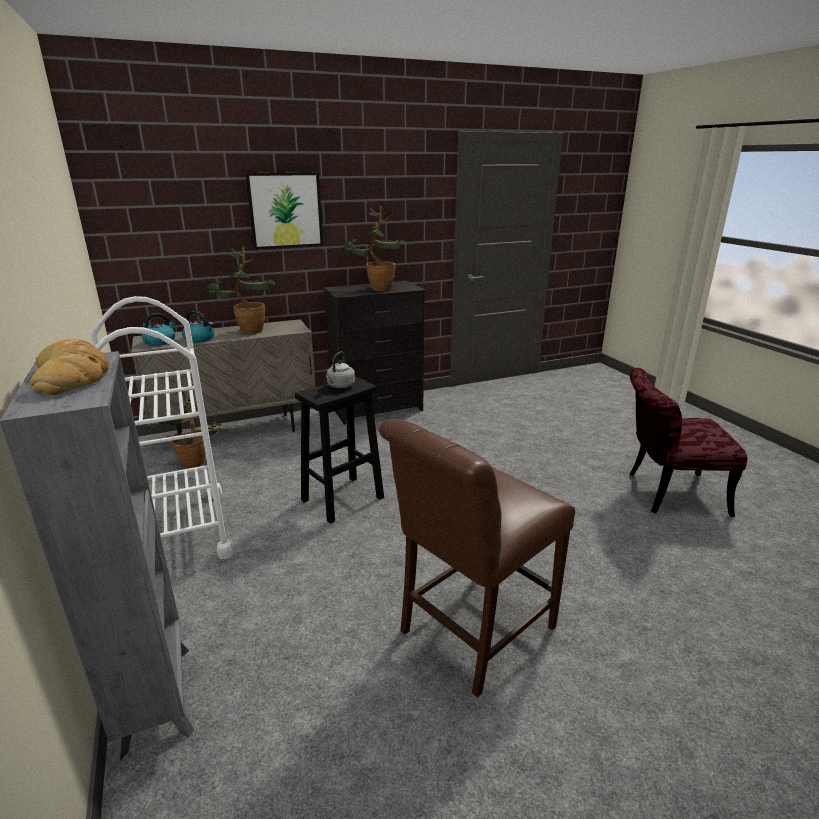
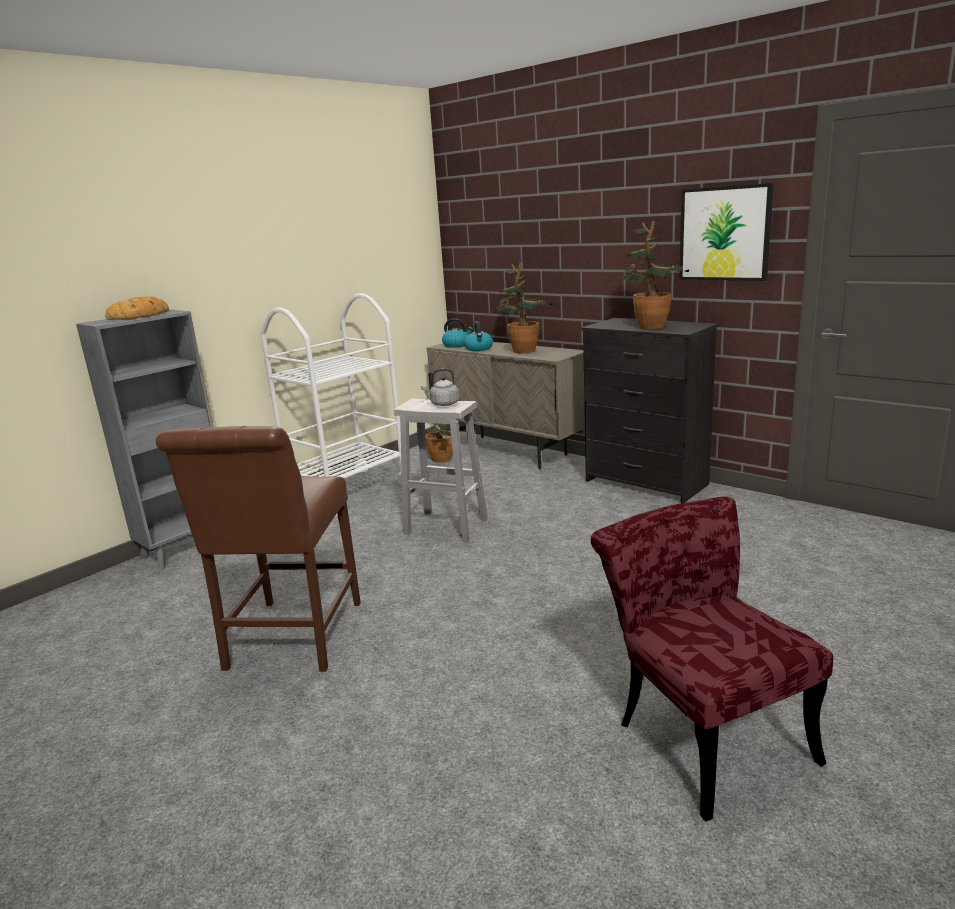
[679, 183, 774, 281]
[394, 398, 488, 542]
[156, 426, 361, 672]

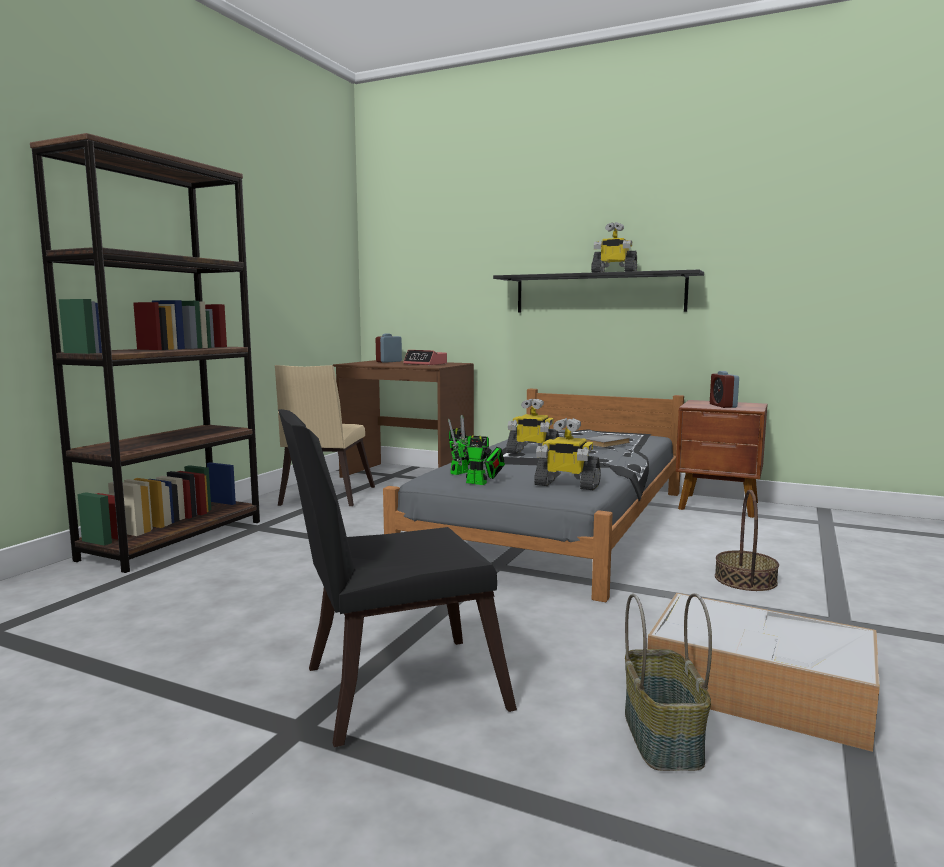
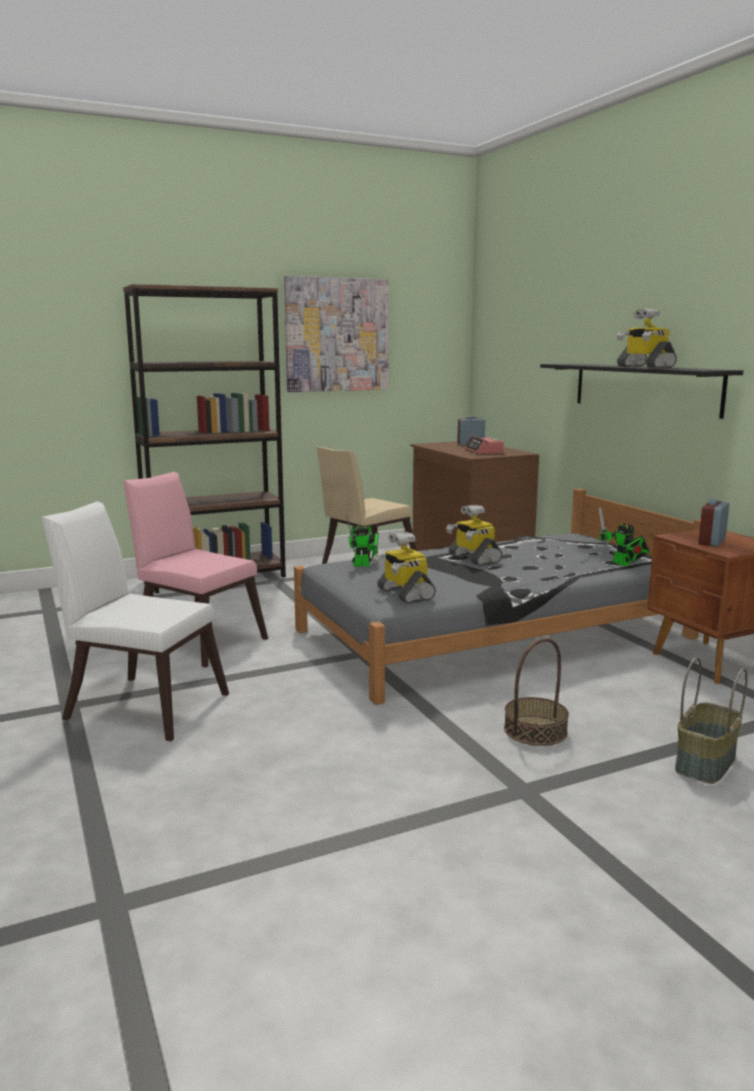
[42, 502, 229, 741]
[599, 507, 649, 566]
[583, 434, 630, 447] (first image)
[675, 657, 748, 784]
[647, 593, 880, 752] (first image)
[284, 276, 389, 392]
[123, 472, 268, 668]

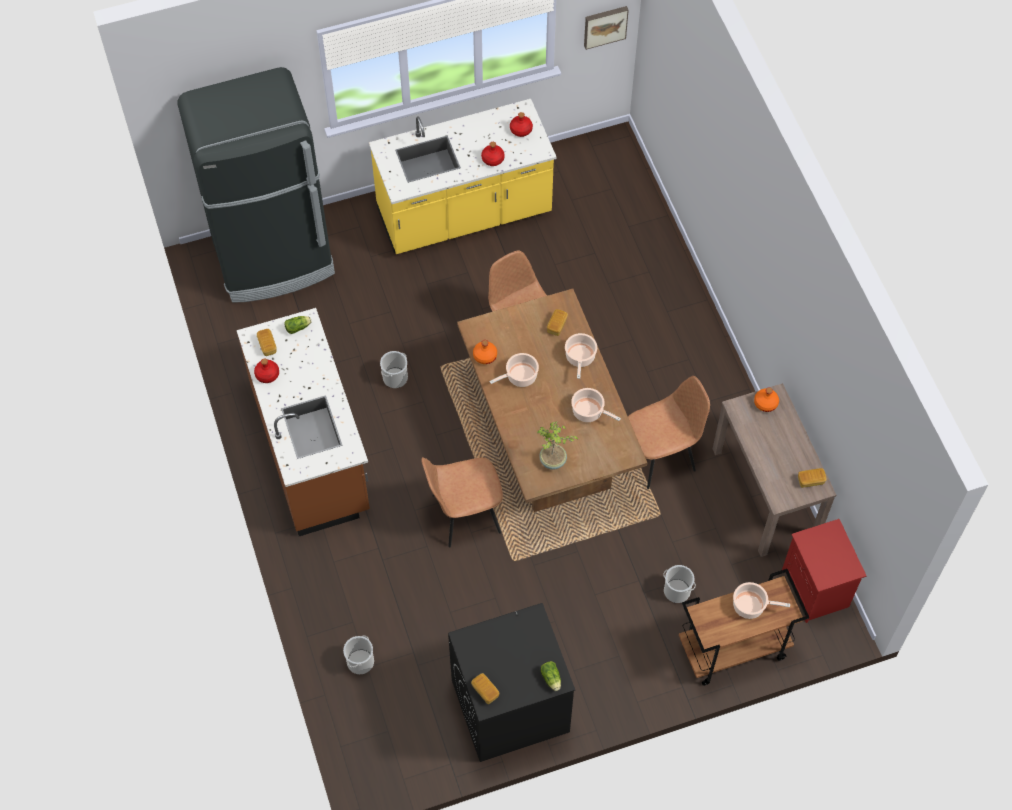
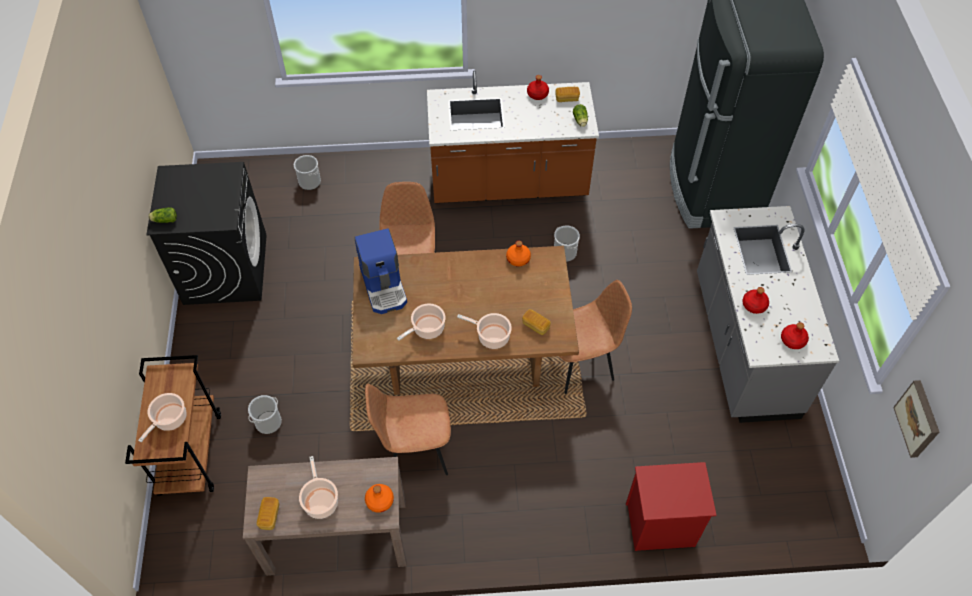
[697, 206, 839, 423]
[299, 456, 338, 519]
[365, 384, 451, 475]
[355, 228, 407, 314]
[626, 462, 716, 551]
[471, 673, 499, 704] (first image)

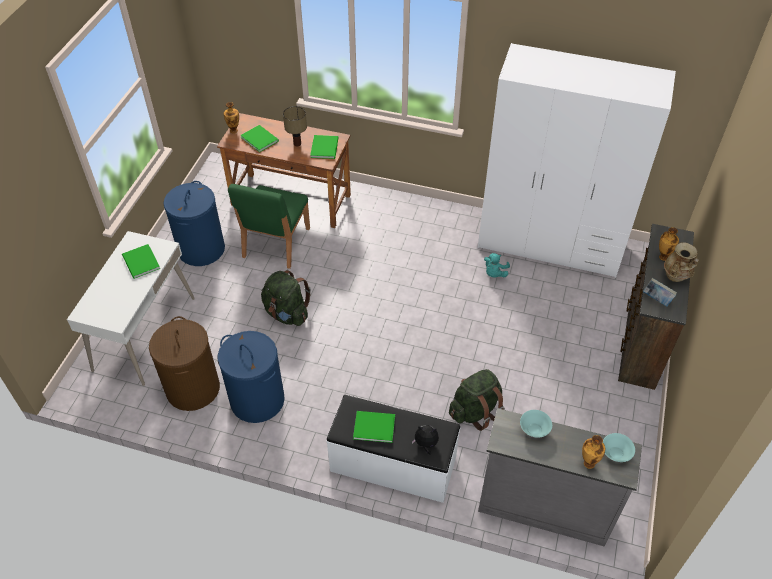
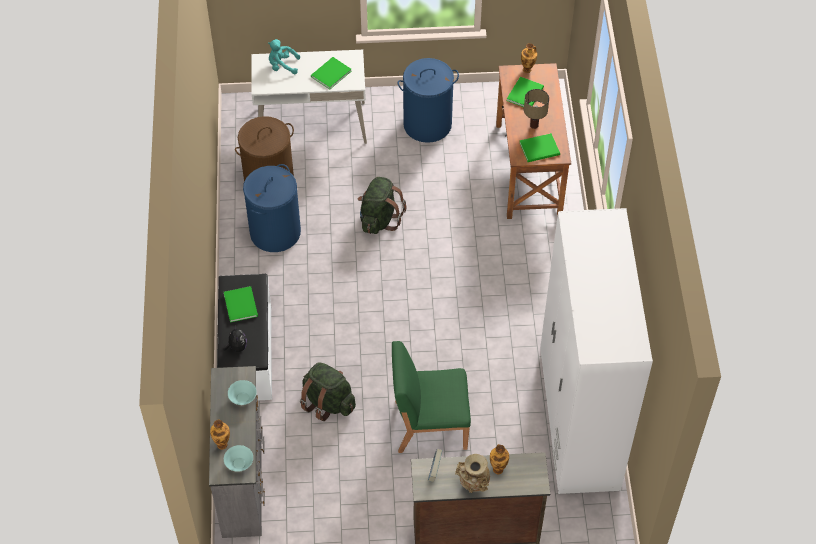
[392, 341, 471, 453]
[268, 39, 300, 74]

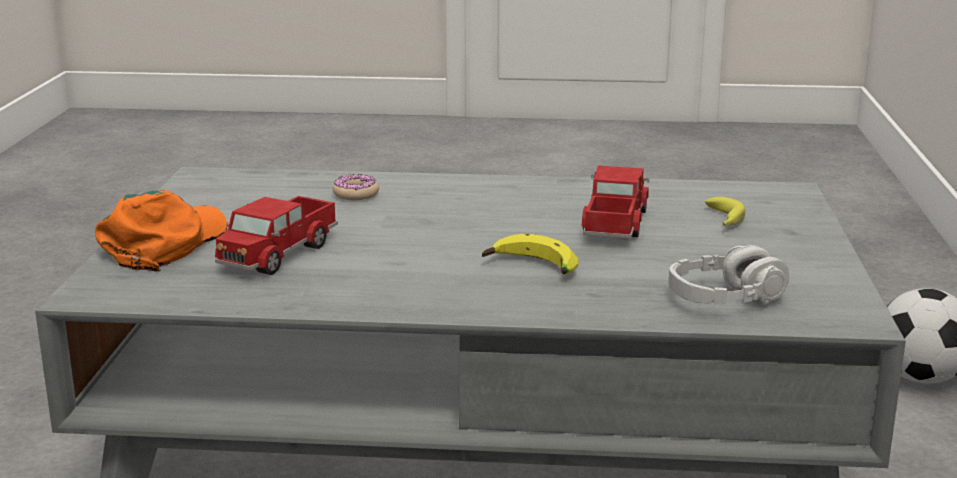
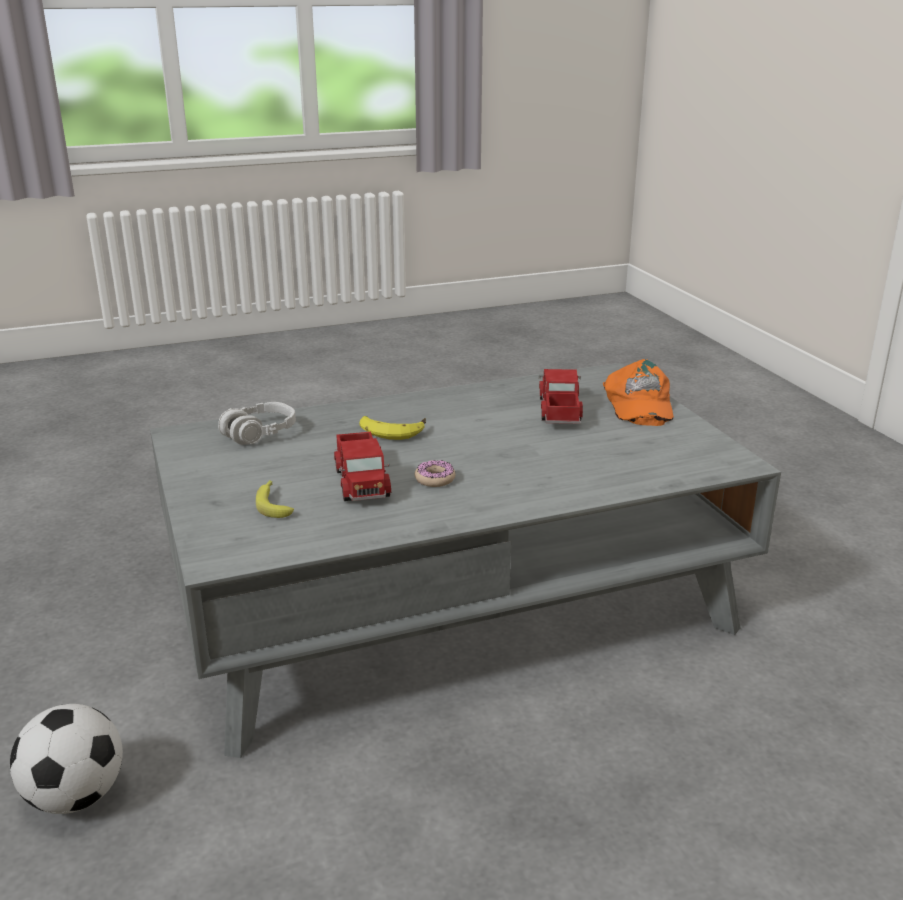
[414, 460, 456, 487]

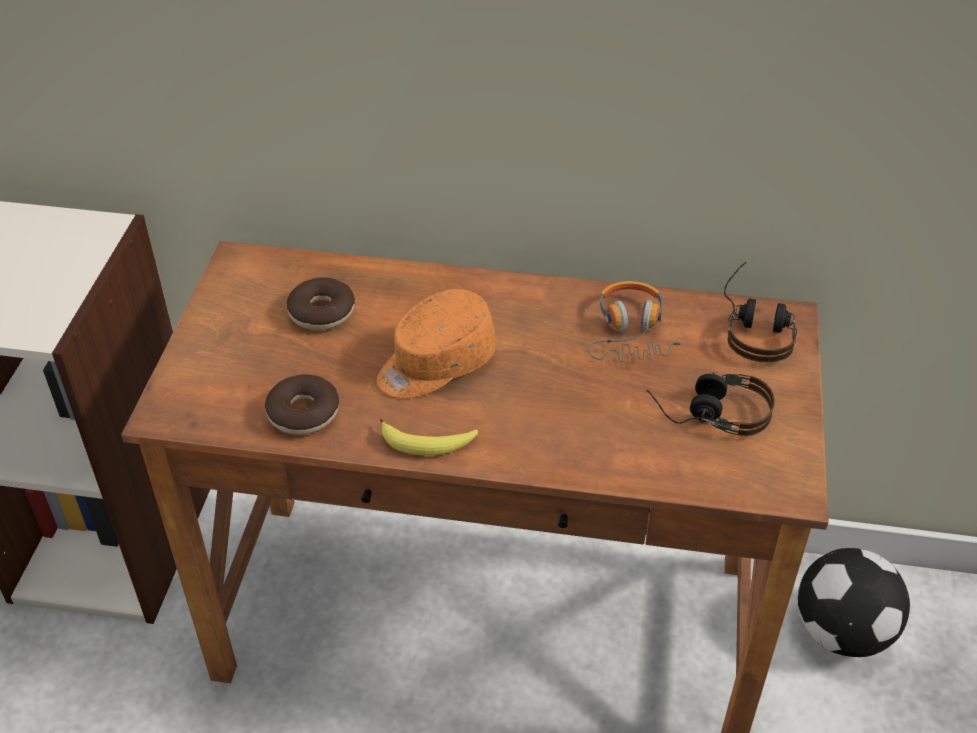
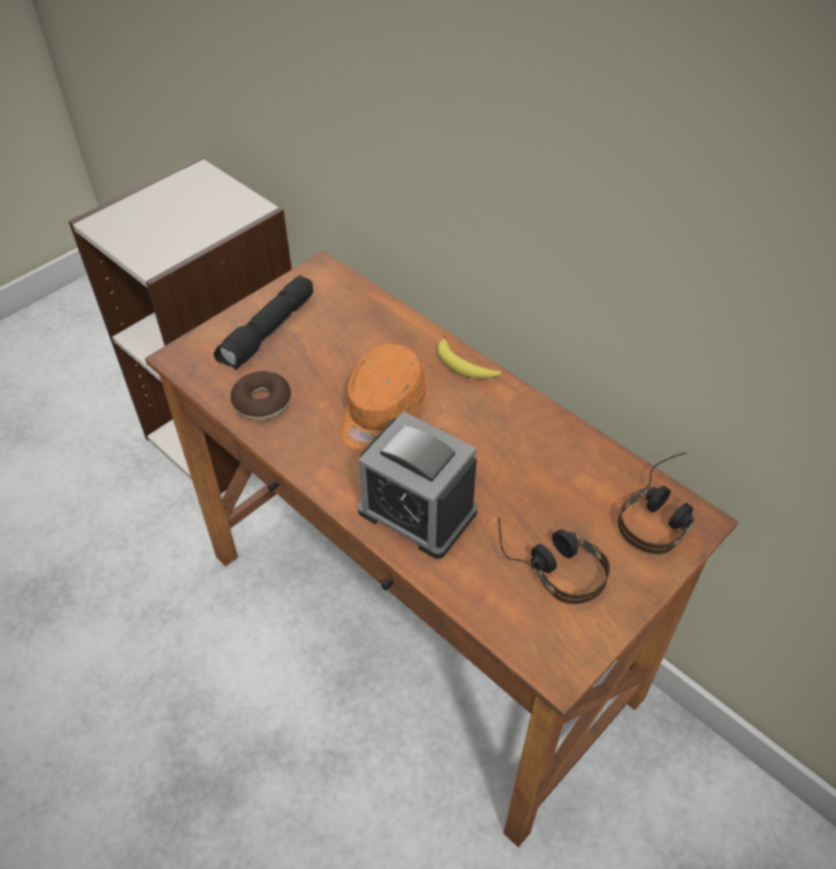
[287, 277, 355, 330] (first image)
[588, 281, 686, 362] (first image)
[341, 344, 426, 451]
[437, 335, 501, 378]
[798, 548, 910, 657] (first image)
[214, 275, 313, 370]
[358, 411, 477, 559]

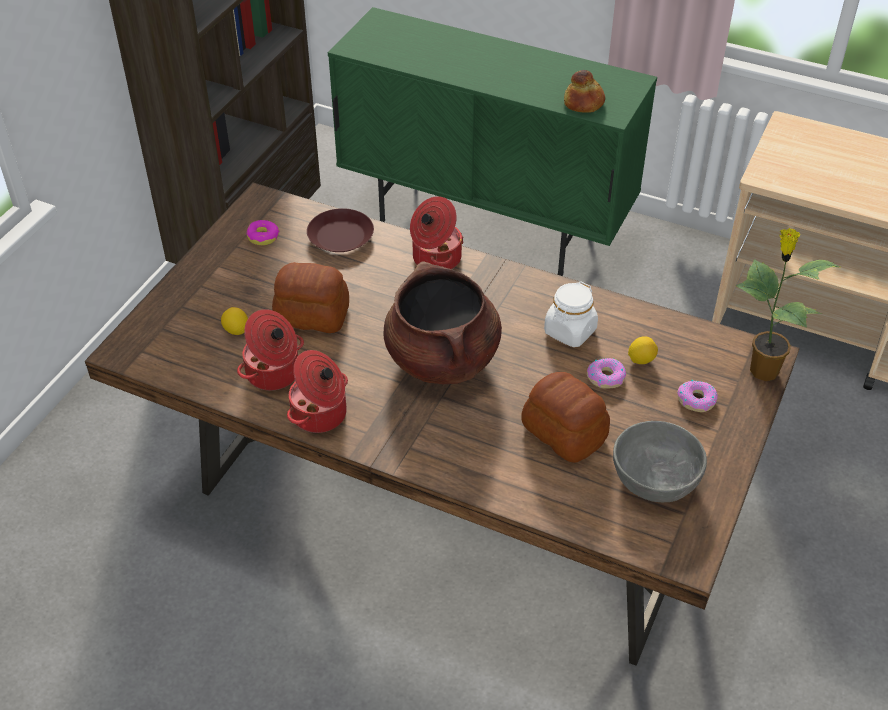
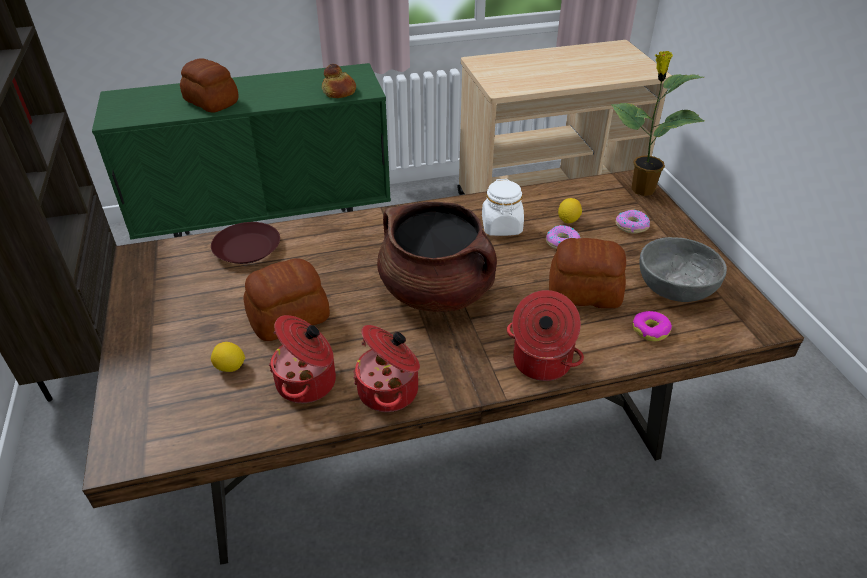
[507, 290, 584, 381]
[633, 311, 672, 341]
[180, 58, 239, 113]

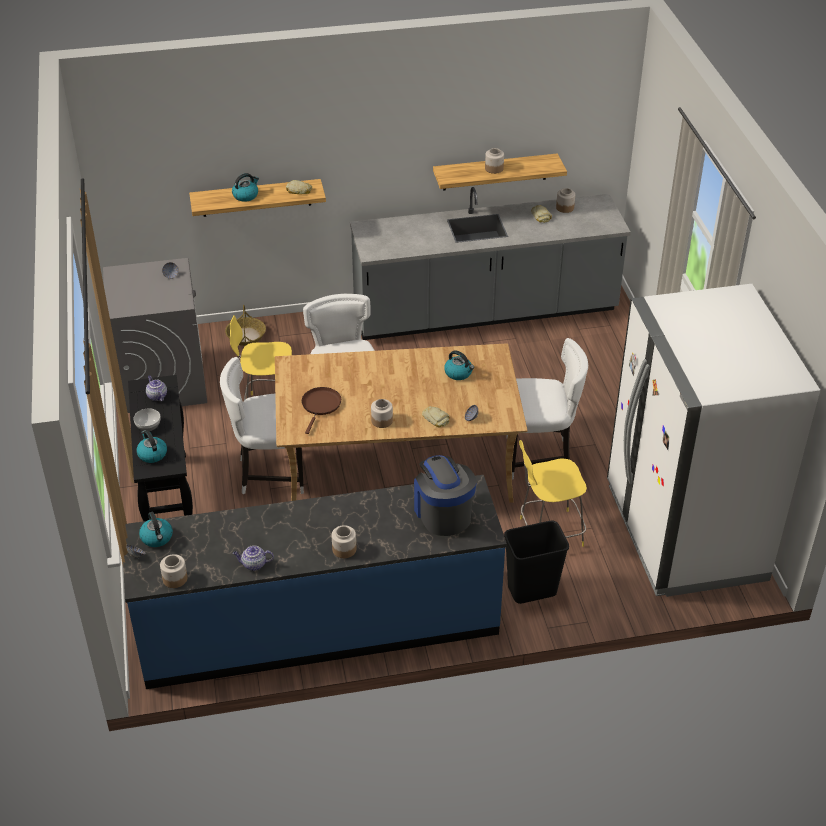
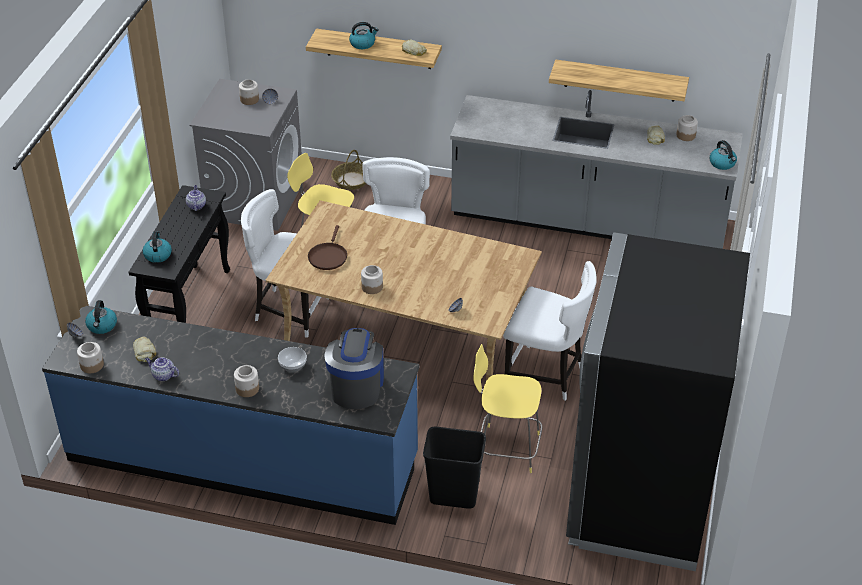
[239, 79, 259, 105]
[566, 232, 750, 571]
[710, 140, 737, 170]
[308, 225, 347, 270]
[133, 337, 156, 362]
[278, 347, 307, 372]

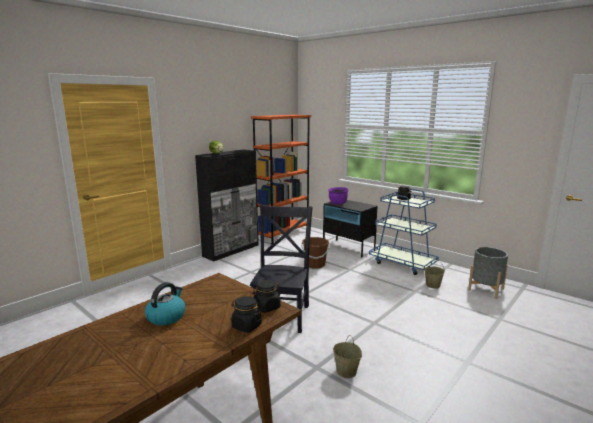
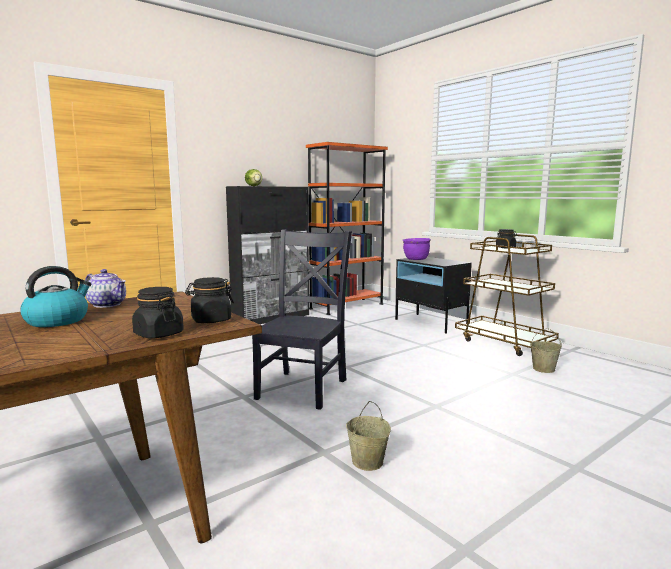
[455, 234, 559, 356]
[302, 237, 330, 269] (first image)
[468, 247, 508, 299] (first image)
[85, 269, 126, 308]

